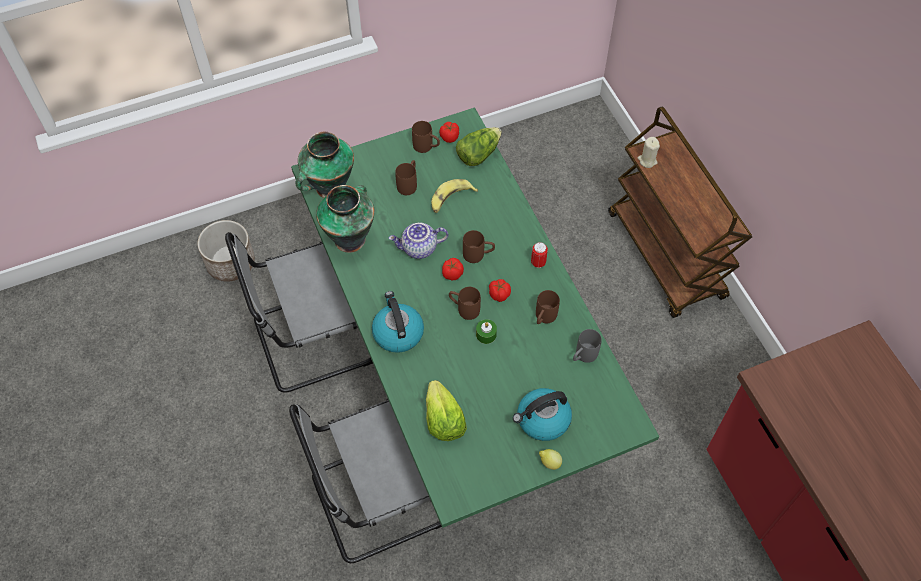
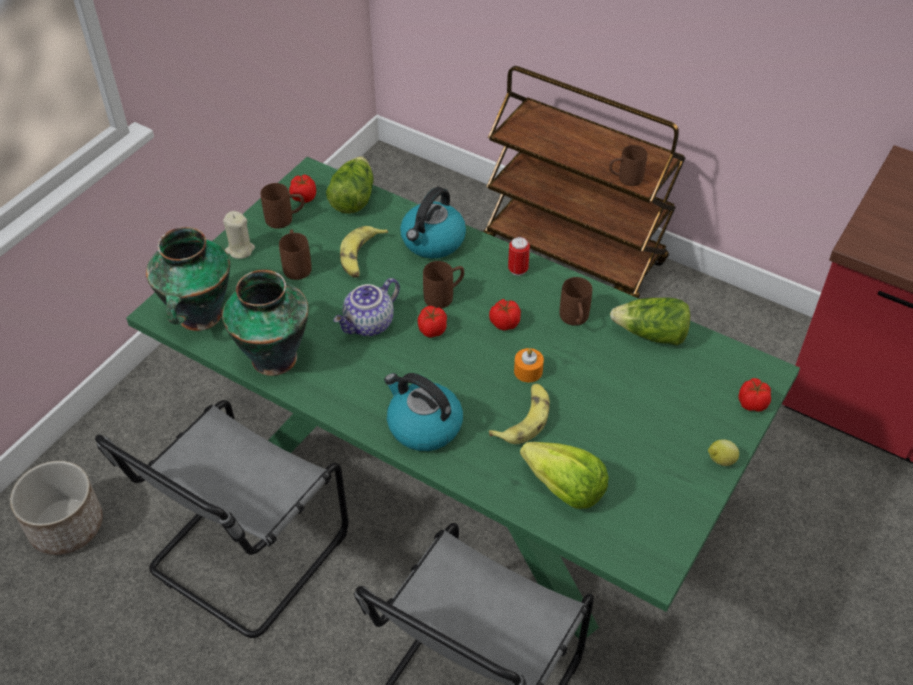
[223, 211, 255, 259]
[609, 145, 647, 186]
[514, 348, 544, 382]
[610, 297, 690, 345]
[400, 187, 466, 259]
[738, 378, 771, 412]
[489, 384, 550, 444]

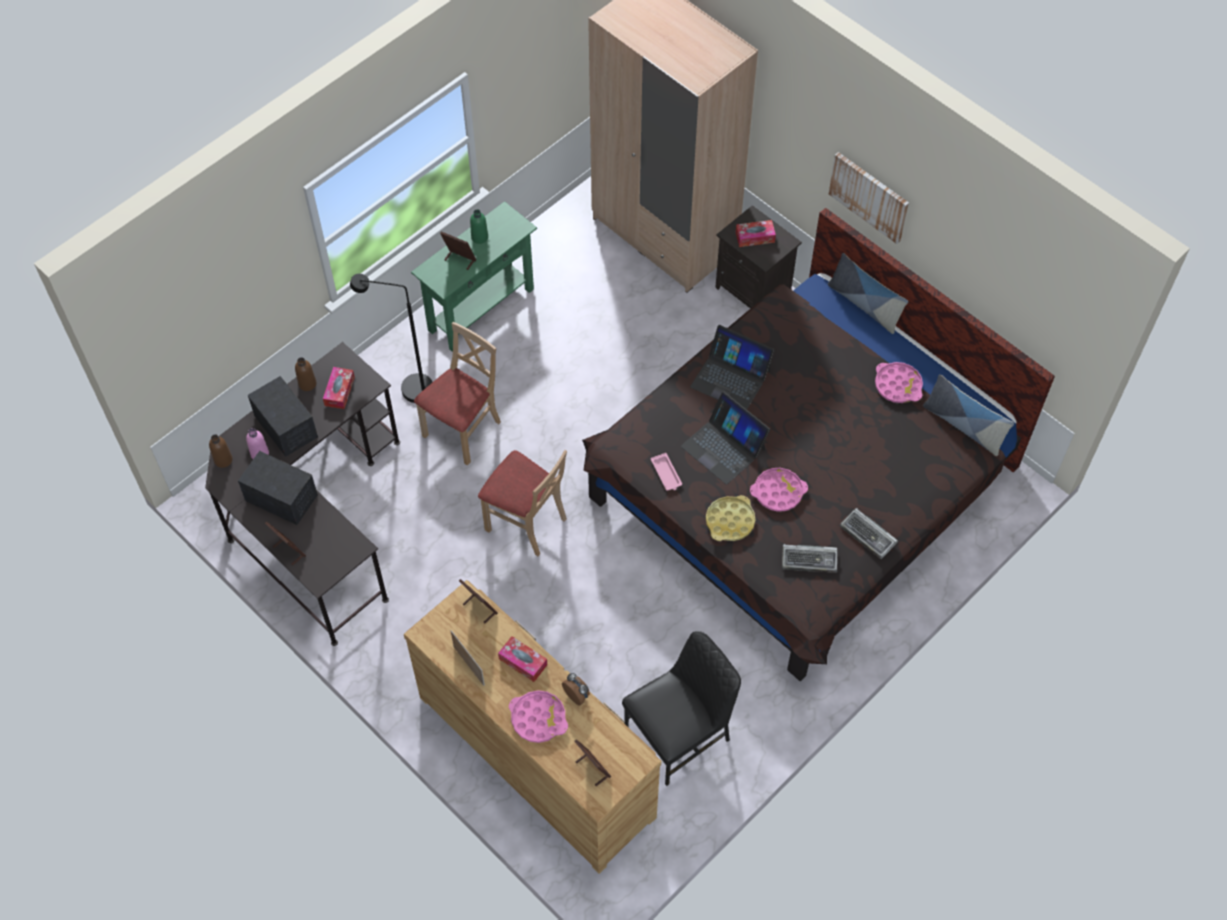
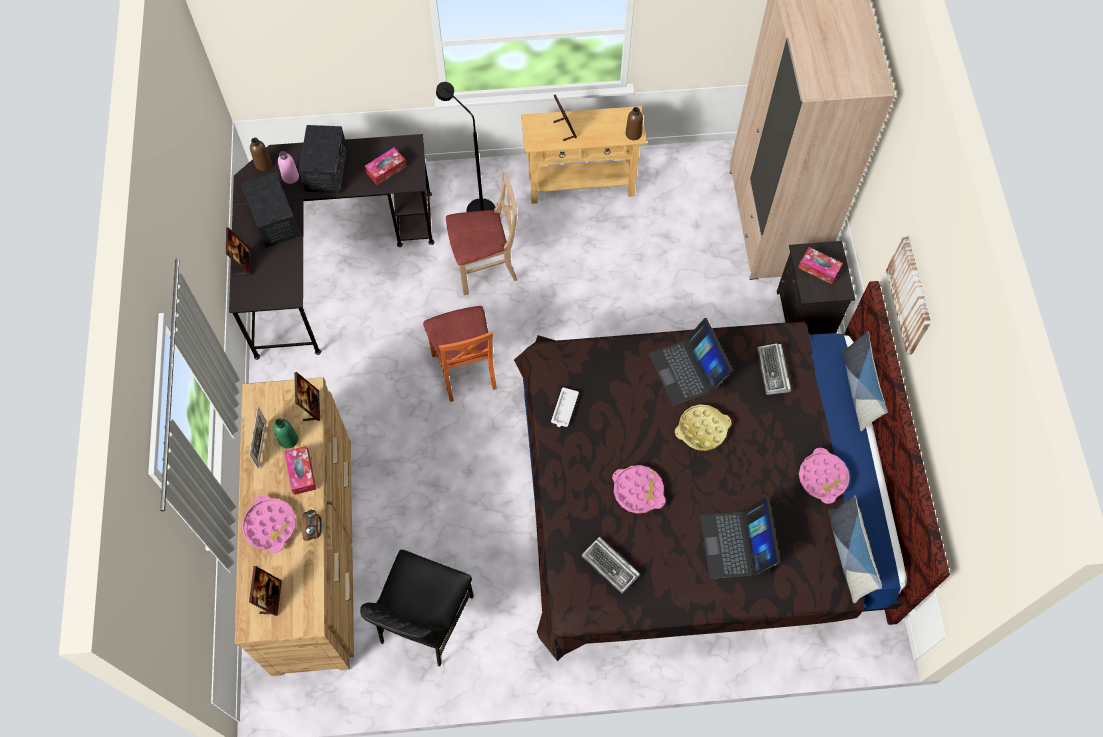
[521, 106, 647, 204]
[273, 418, 298, 449]
[626, 107, 643, 140]
[700, 497, 780, 579]
[423, 306, 497, 402]
[551, 387, 579, 427]
[675, 405, 731, 451]
[757, 343, 791, 395]
[360, 550, 474, 666]

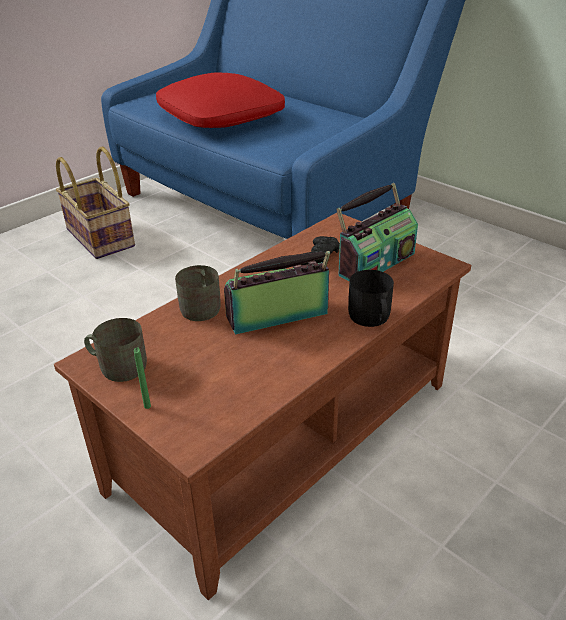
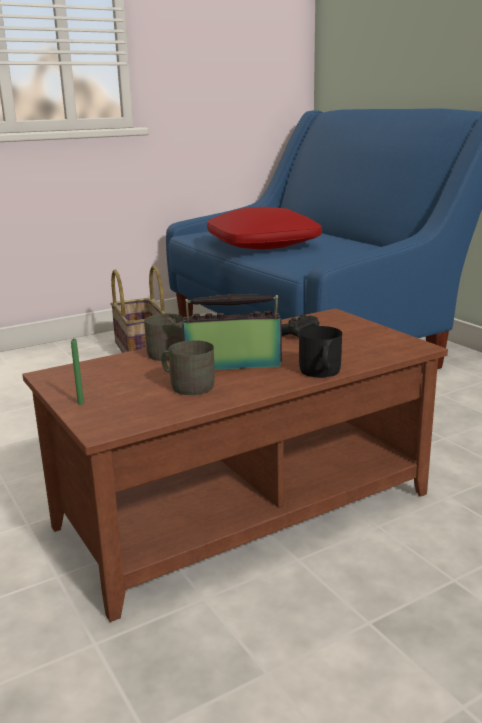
[336, 183, 418, 281] (first image)
[161, 340, 215, 395]

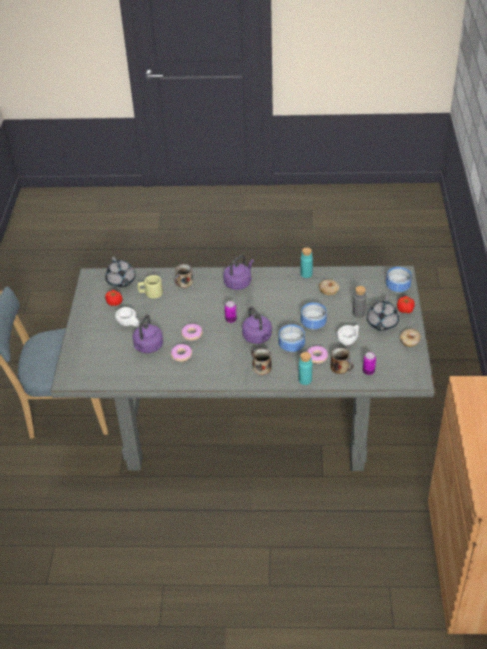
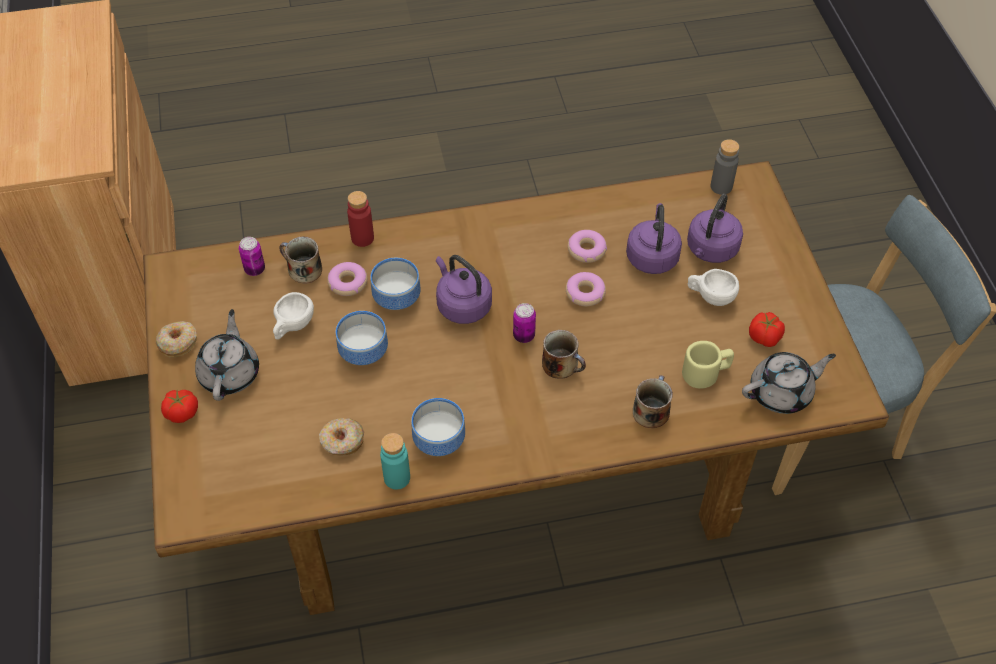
[687, 194, 743, 263]
[742, 352, 836, 414]
[143, 161, 889, 615]
[411, 398, 465, 456]
[711, 139, 739, 195]
[542, 330, 586, 379]
[347, 191, 374, 247]

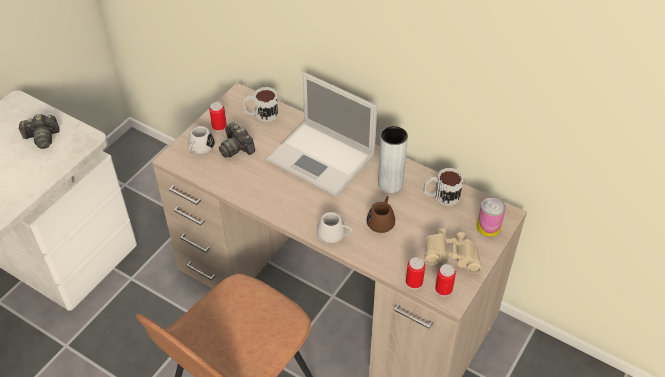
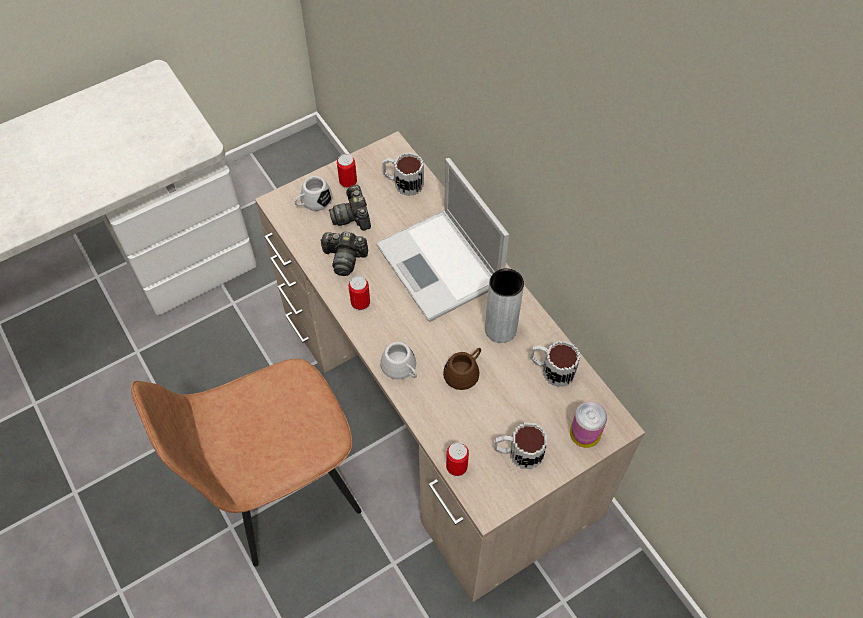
[320, 232, 368, 276]
[495, 423, 547, 469]
[349, 276, 370, 311]

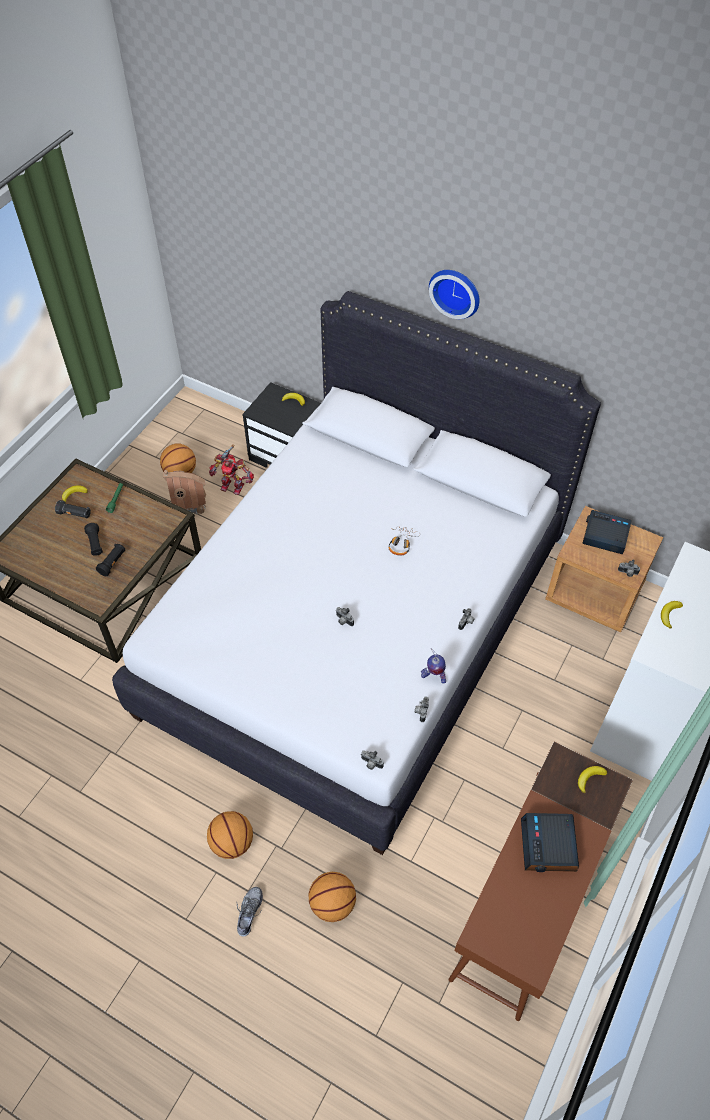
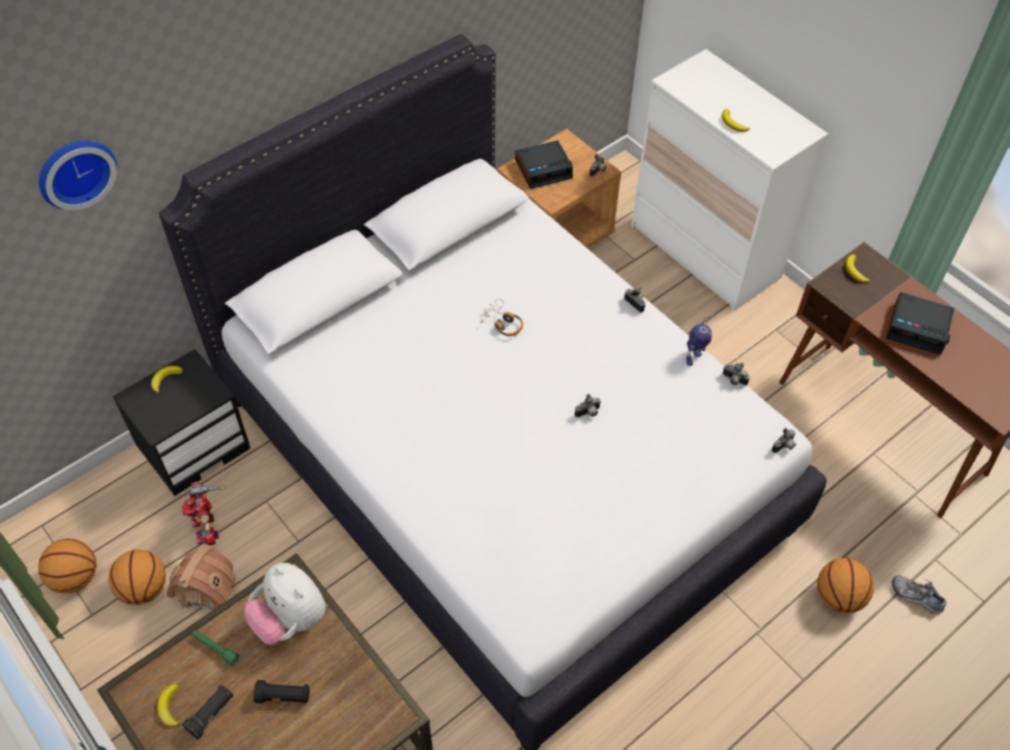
[39, 140, 117, 210]
[183, 482, 225, 546]
[515, 140, 573, 189]
[96, 544, 125, 576] (first image)
[38, 538, 97, 593]
[892, 575, 947, 614]
[243, 563, 326, 645]

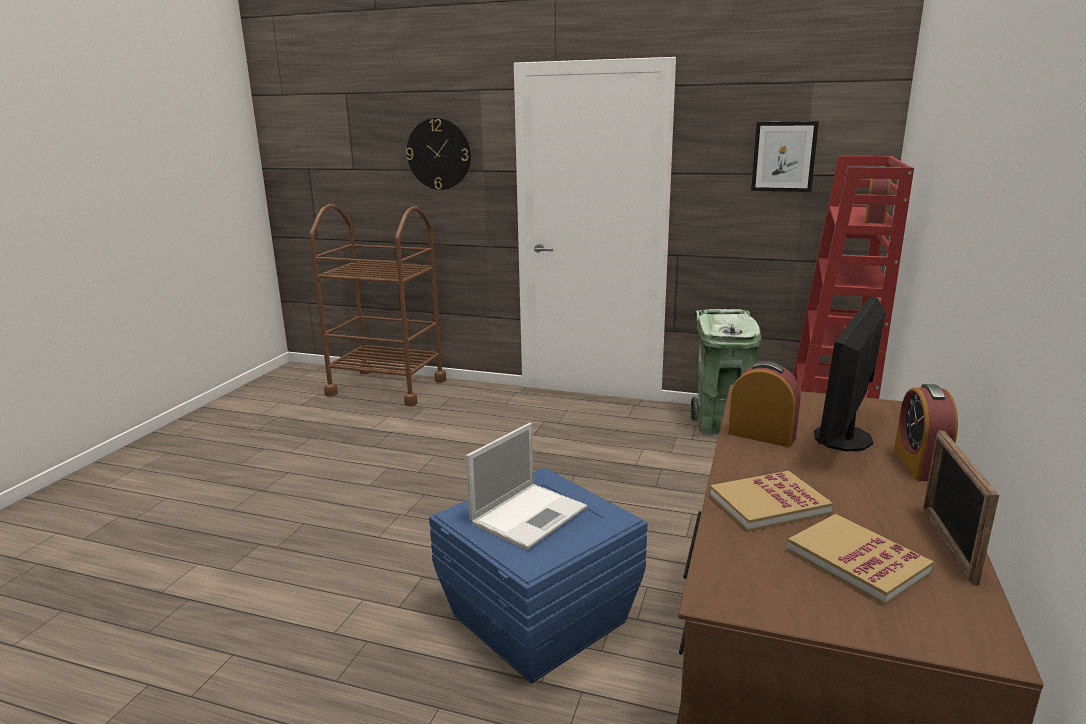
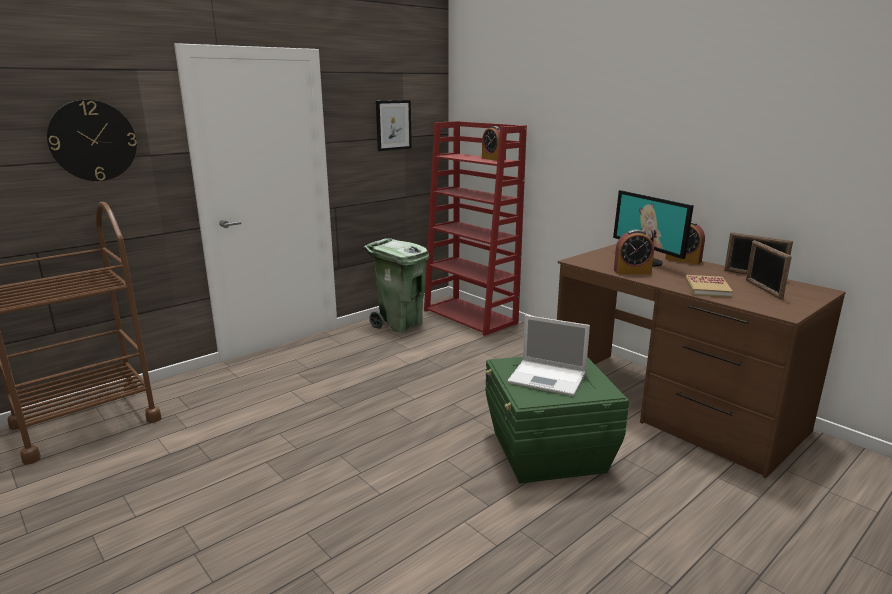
[614, 229, 654, 274]
[507, 315, 590, 396]
[485, 357, 629, 483]
[746, 240, 792, 300]

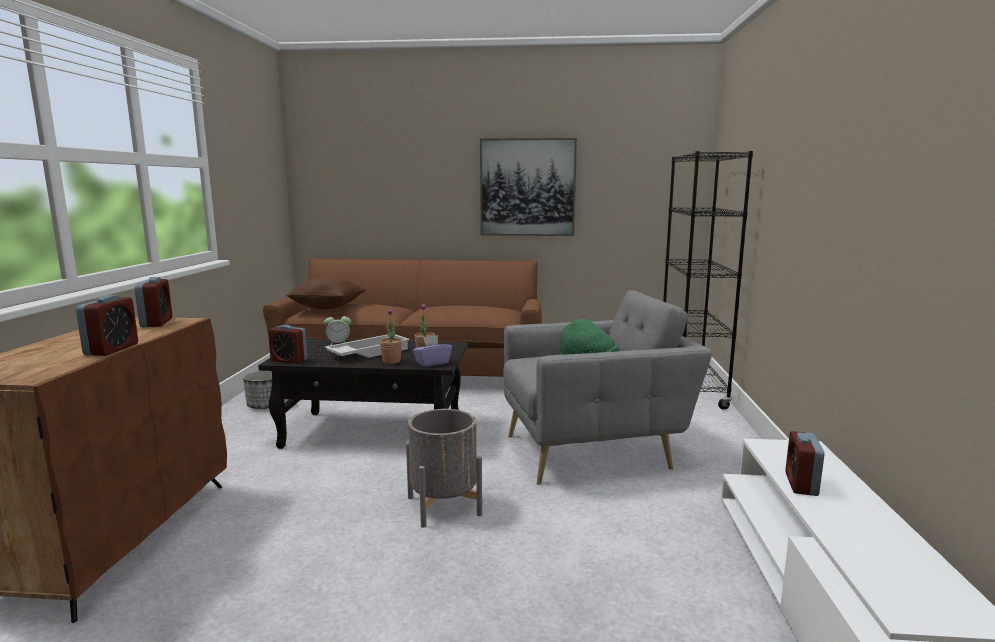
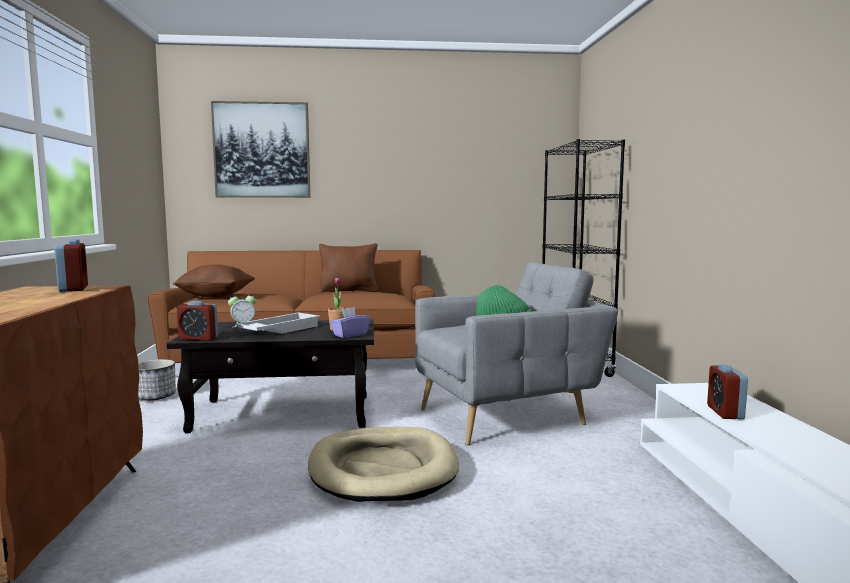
[211, 101, 310, 198]
[76, 295, 138, 356] (first image)
[380, 308, 402, 364] (first image)
[308, 427, 459, 502]
[319, 243, 378, 292]

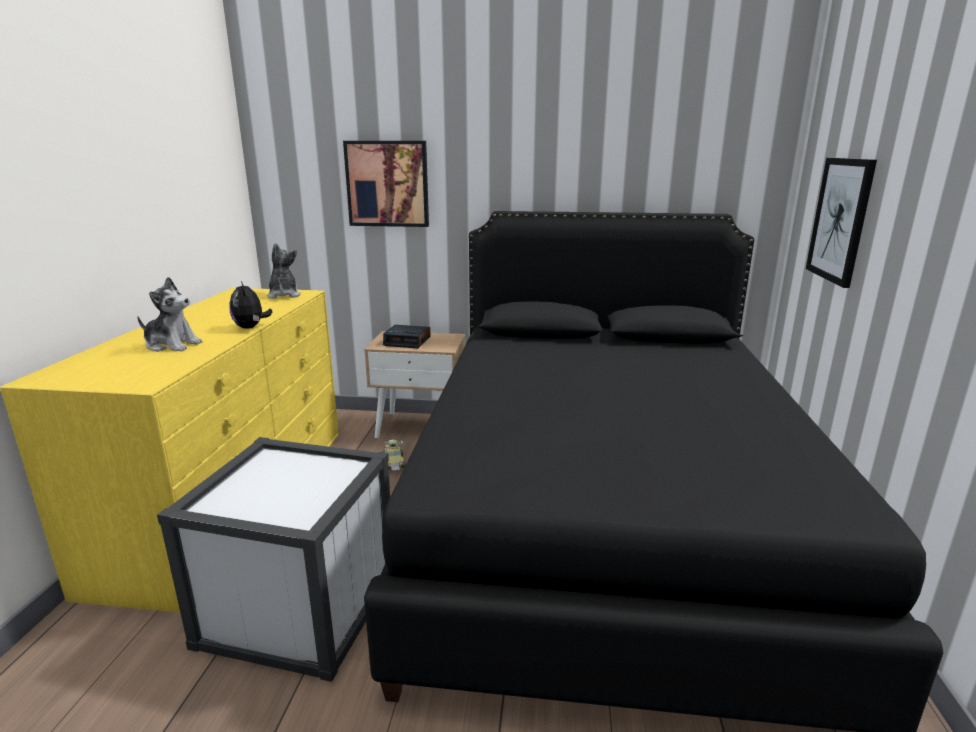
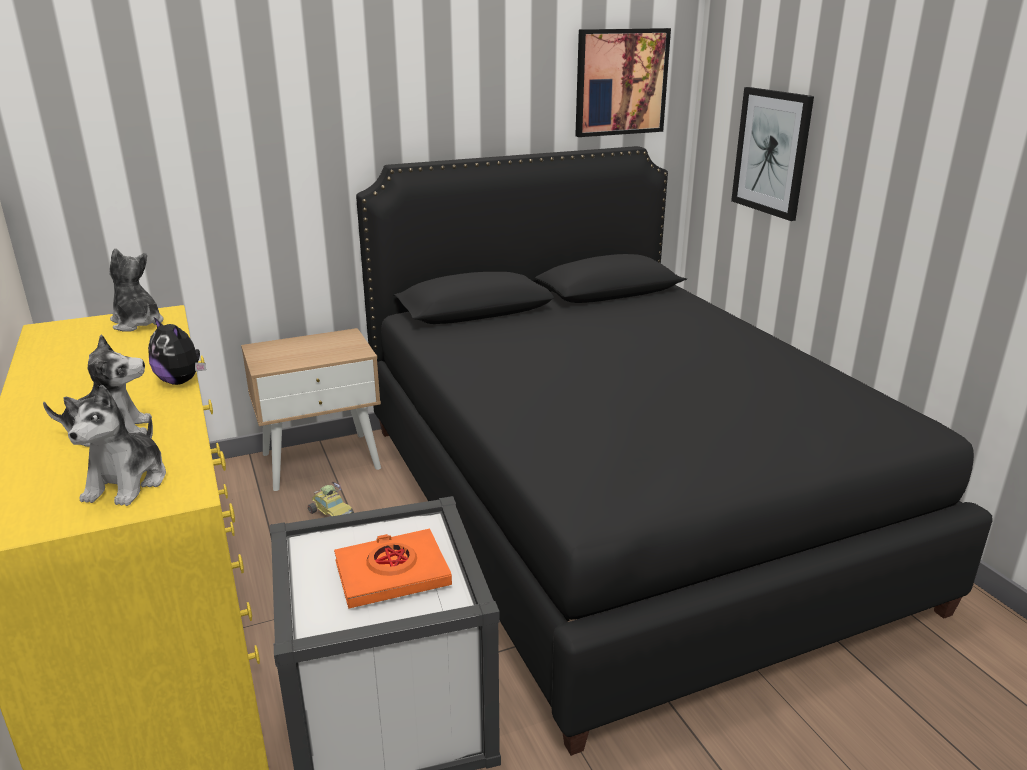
[575, 28, 671, 137]
[383, 325, 431, 348] (first image)
[63, 385, 166, 506]
[334, 528, 452, 609]

